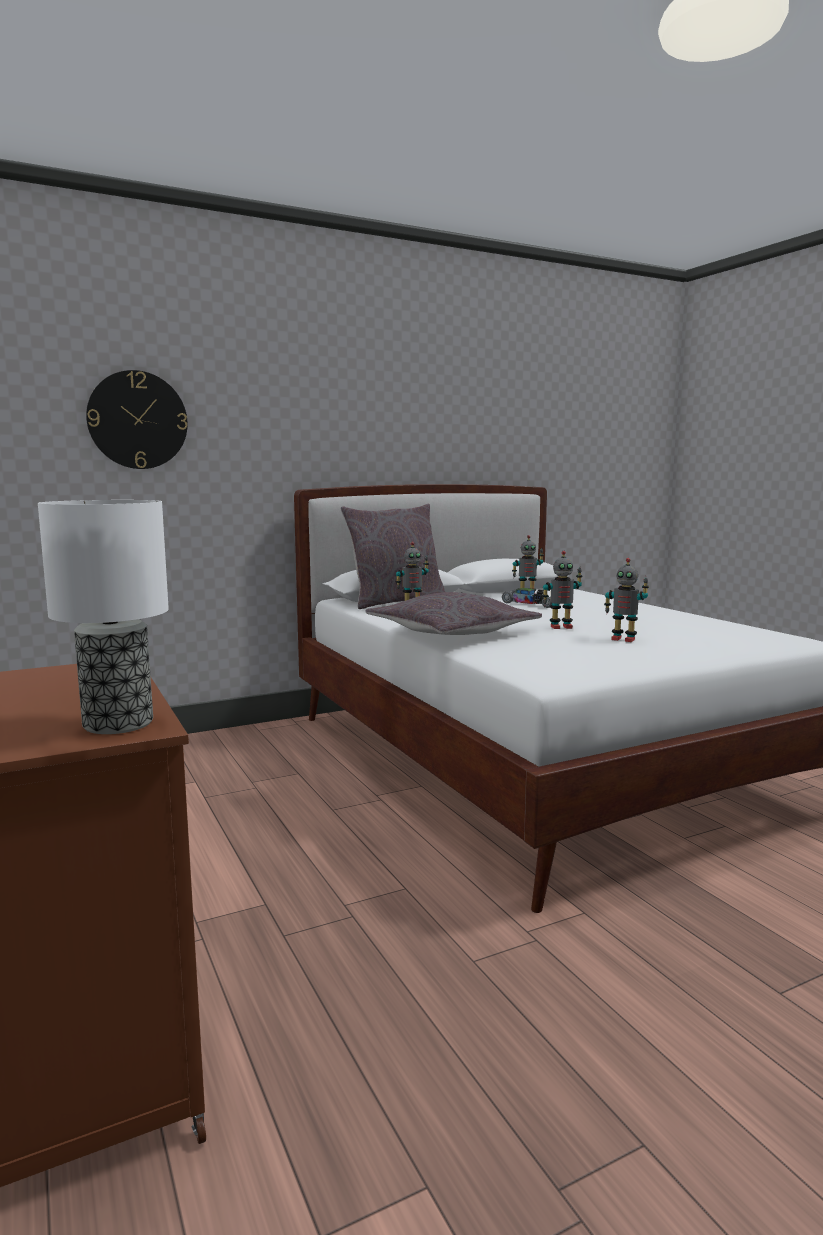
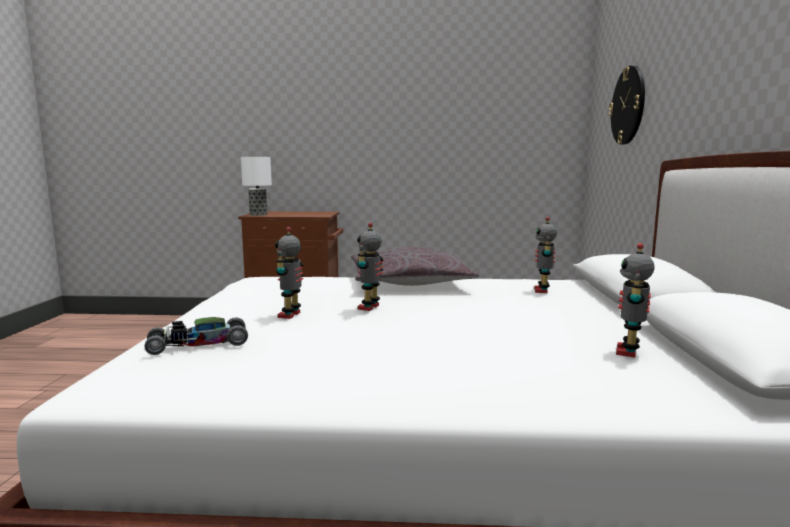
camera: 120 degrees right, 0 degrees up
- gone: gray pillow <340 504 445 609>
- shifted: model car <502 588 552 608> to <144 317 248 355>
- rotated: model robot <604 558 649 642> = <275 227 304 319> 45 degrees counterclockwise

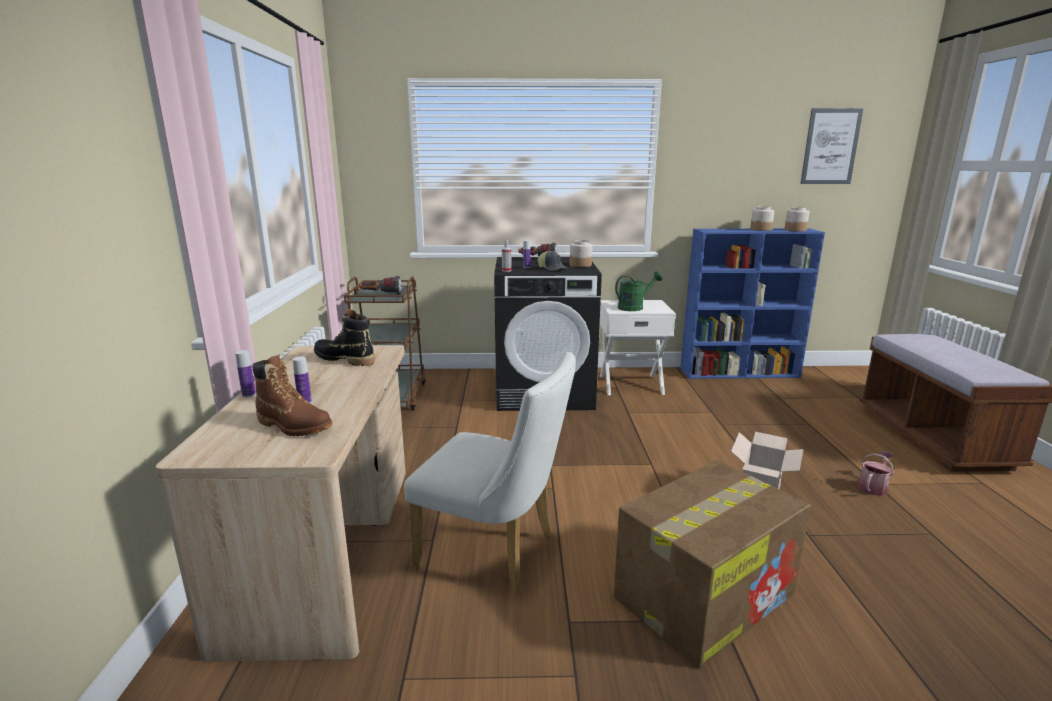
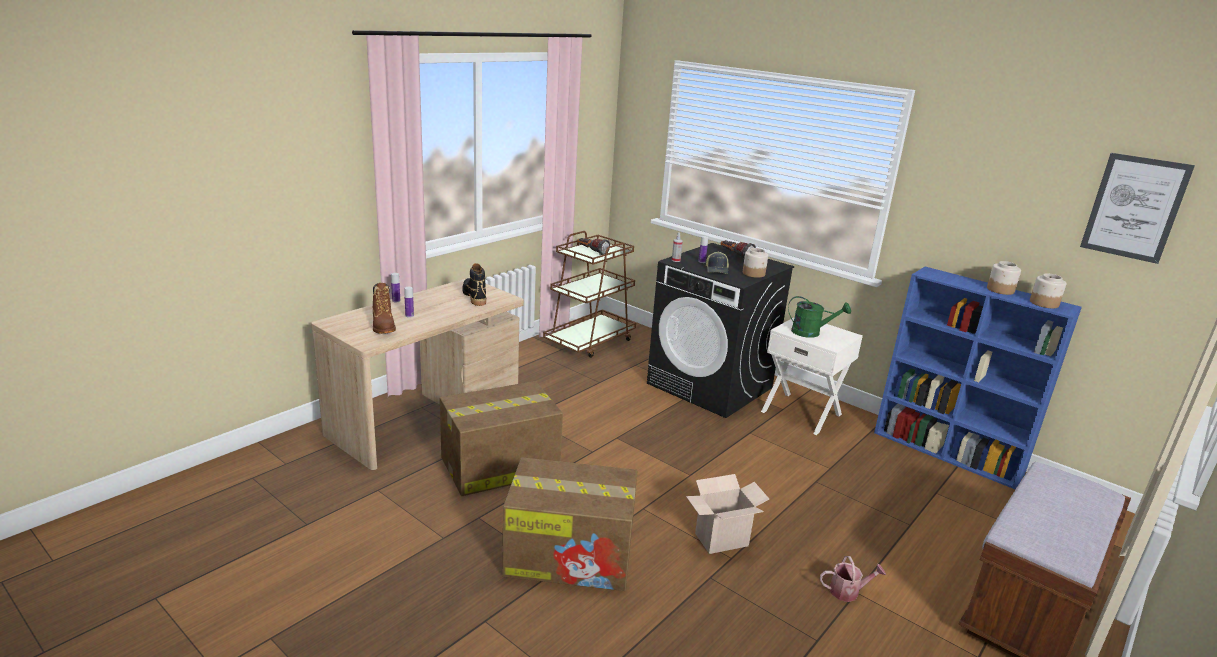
camera: 40 degrees right, 5 degrees up
- swapped: whitish upright chair <404 352 576 594> to carton <440 381 563 496>

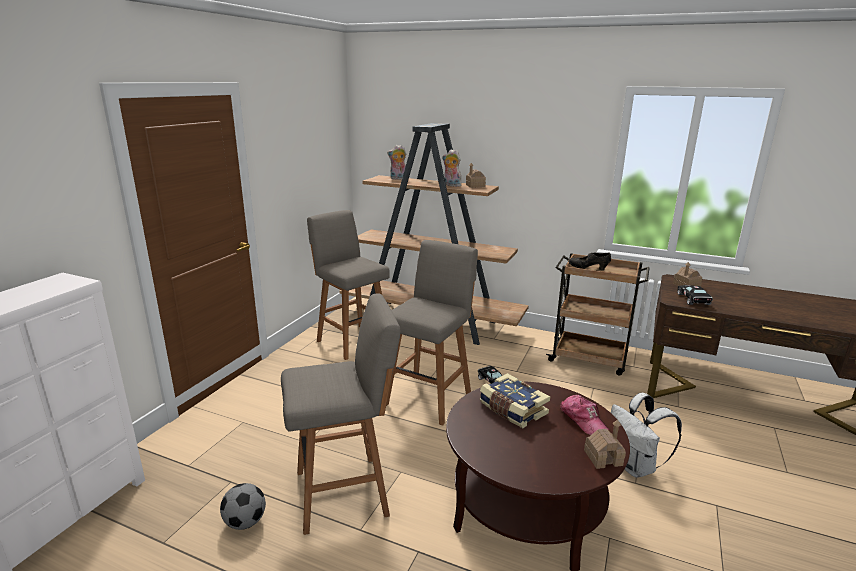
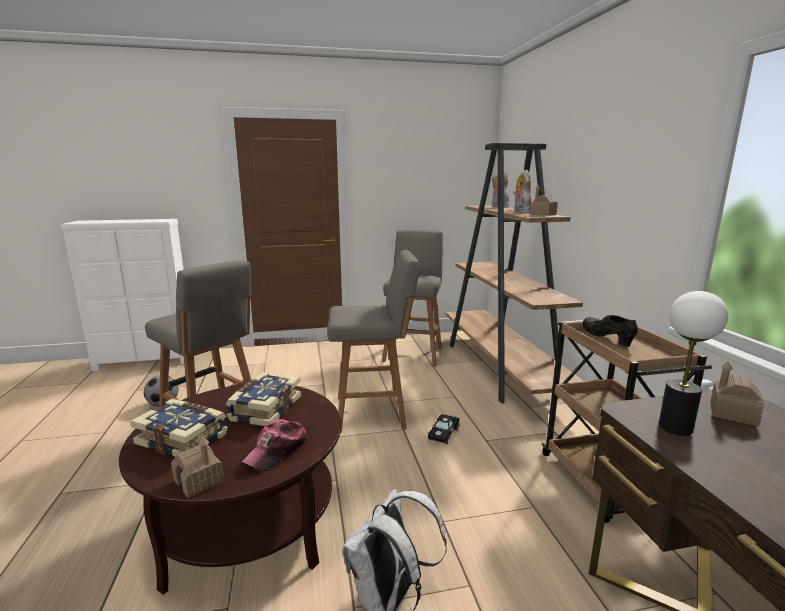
camera: 55 degrees right, 5 degrees down
- swapped: black model car <677 285 713 305> to table lamp <659 291 728 436>
- new: book <130 399 228 457>

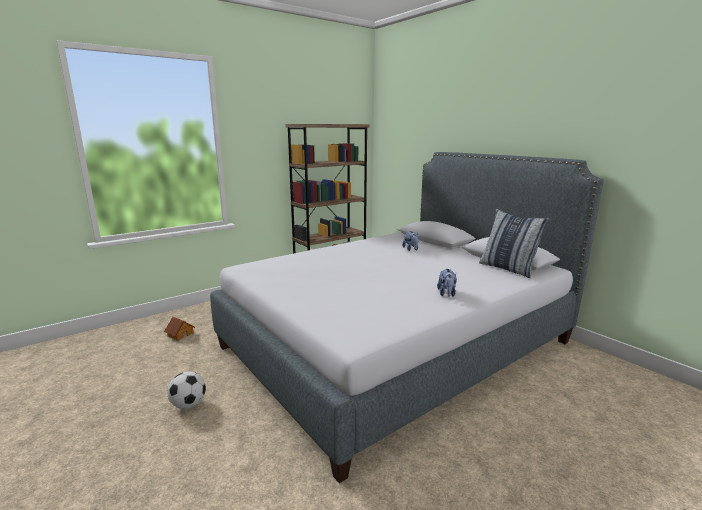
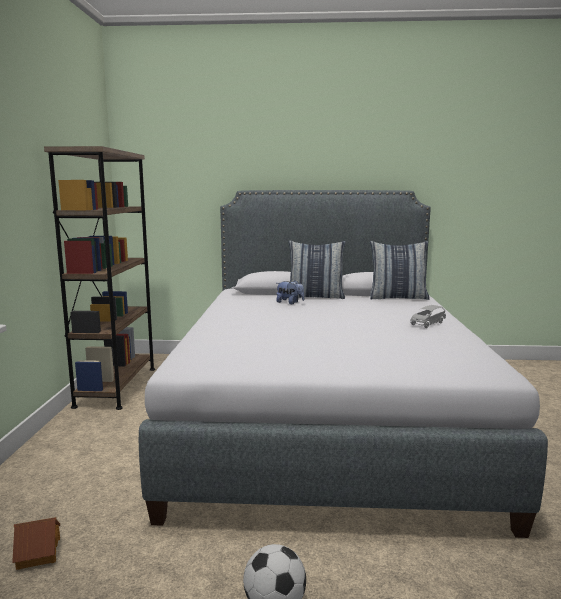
camera: 50 degrees left, 5 degrees down
- swapped: cuddly toy <437 268 457 297> to gray model car <410 305 446 328>
- new: pillow <288 241 346 299>

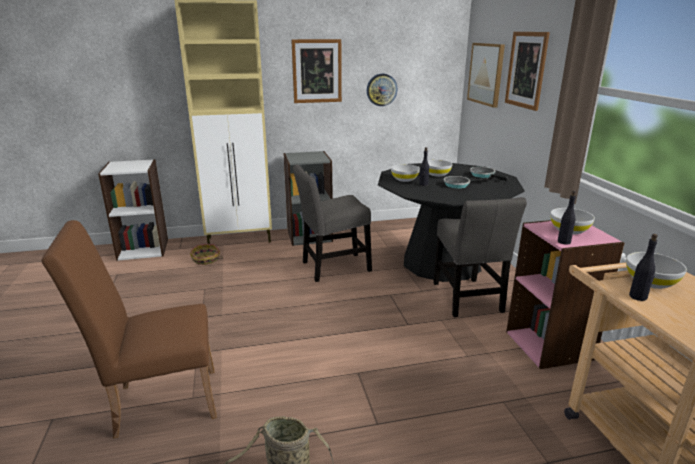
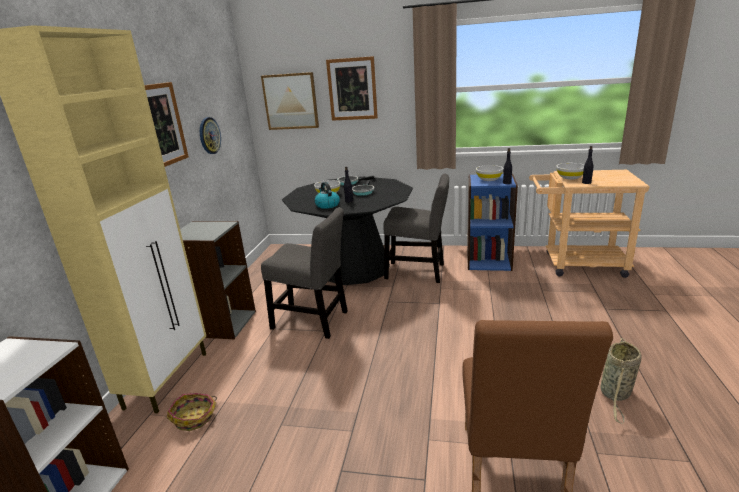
camera: 65 degrees left, 0 degrees up
- rotated: gray upright chair <293 165 372 282> = <261 207 348 339> 75 degrees counterclockwise
- swapped: whitish serving bowl <391 164 420 182> to kettle <315 182 340 209>
- repainted: pink-coloured bookcase <506 220 624 369> to blue-coloured bookcase <467 174 518 271>

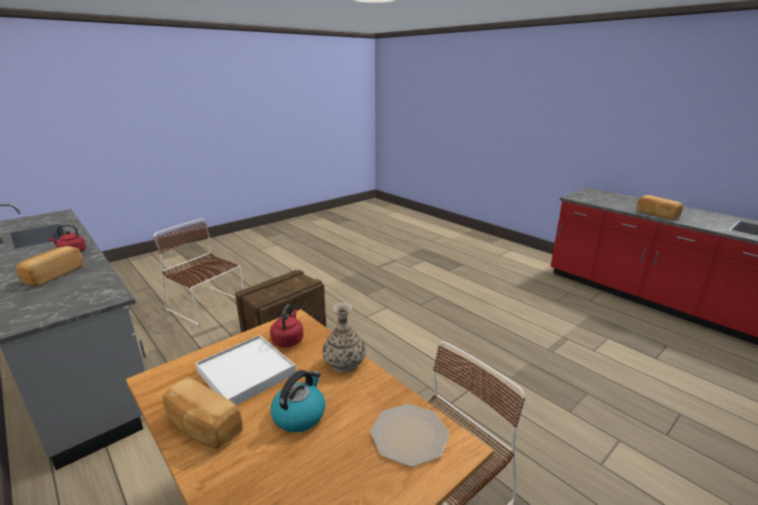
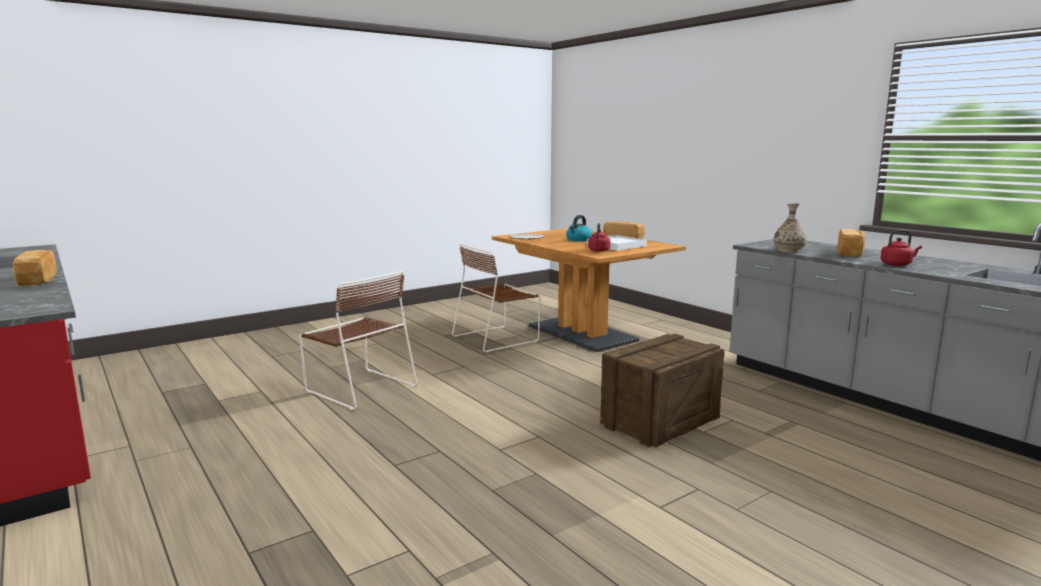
camera: 175 degrees left, 10 degrees down
- shifted: brown upright chair <154 219 244 326> to <299 271 418 410>
- shifted: vase <323 303 366 373> to <773 203 807 252>

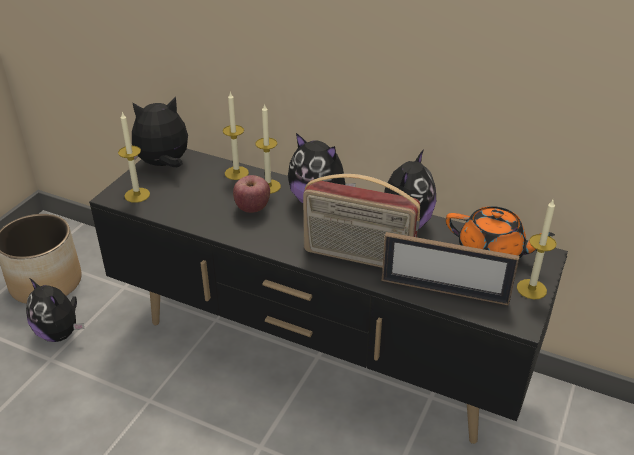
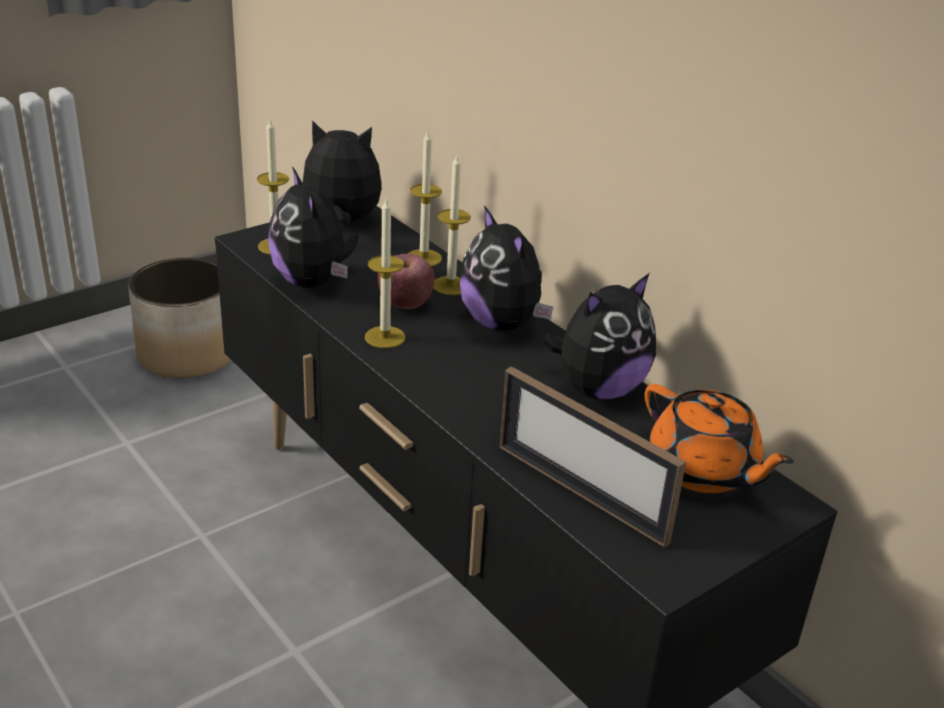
camera: 25 degrees right, 5 degrees down
- shifted: cuddly toy <26 279 85 342> to <268 167 359 288>
- gone: radio receiver <303 174 420 268>
- shifted: candle <517 200 556 299> to <365 197 405 348>

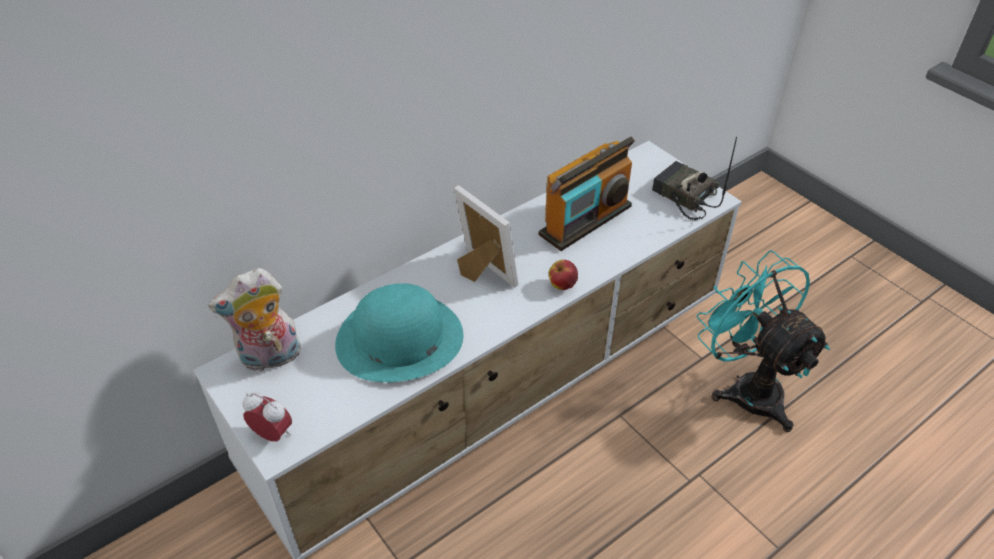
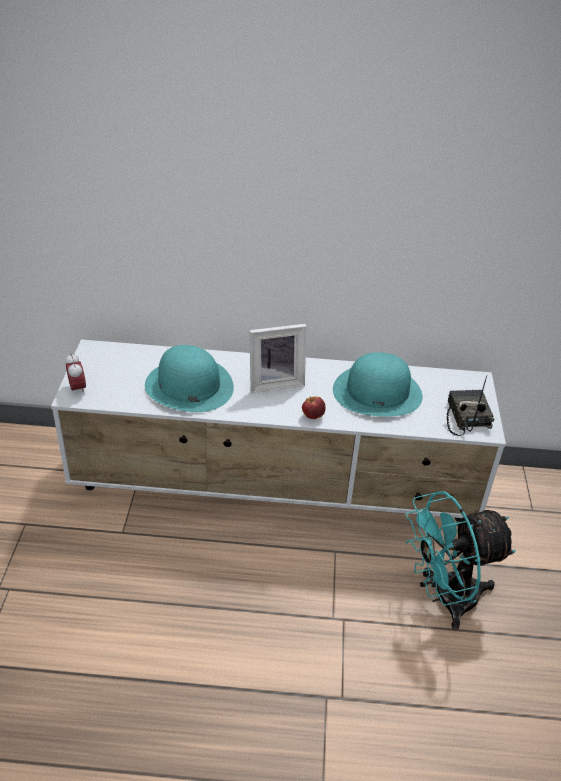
camera: 40 degrees right, 5 degrees down
- gone: cuddly toy <208 268 301 372>
- rotated: standing frame <454 185 519 288> = <249 324 306 393> 75 degrees clockwise
- swapped: radio receiver <539 136 635 251> to turquoise hat <333 352 423 417>
- rotated: turquoise cooling fan <697 250 830 432> = <405 491 516 630> 120 degrees counterclockwise

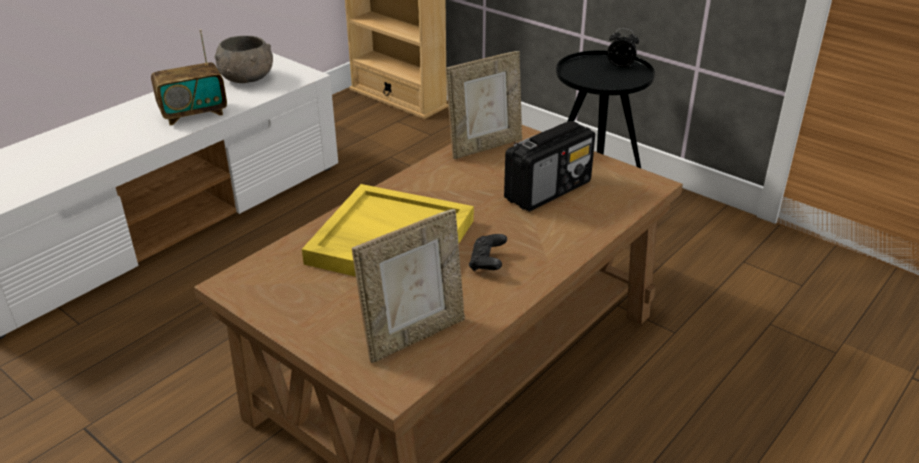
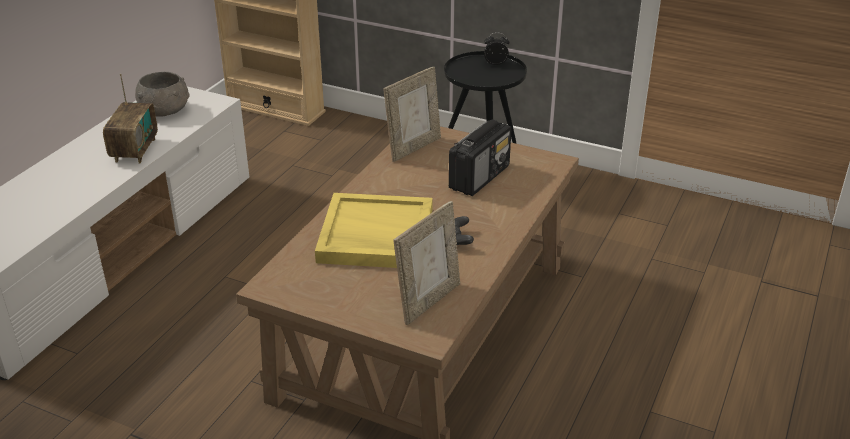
camera: 15 degrees left, 0 degrees up
- rotated: radio receiver <151 29 227 125> = <103 74 158 164> 45 degrees counterclockwise

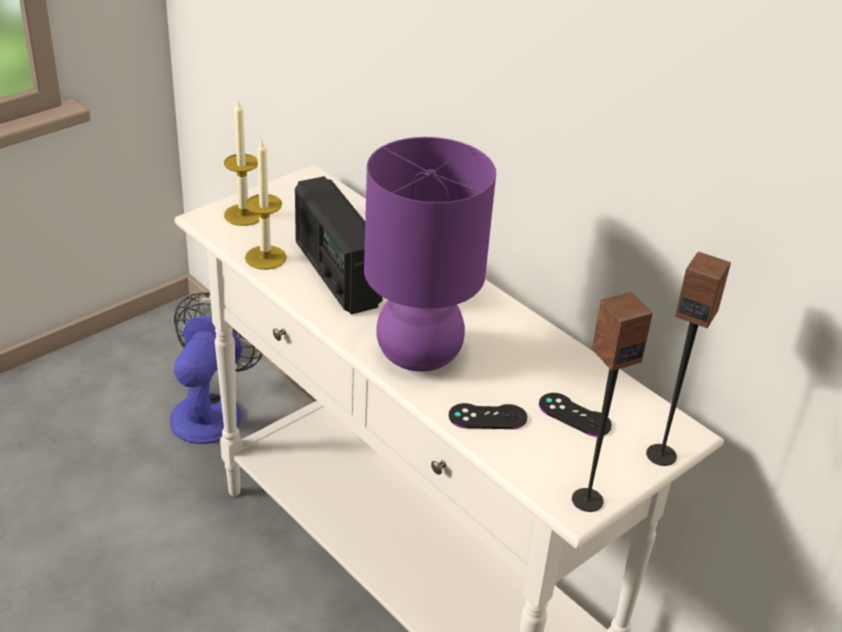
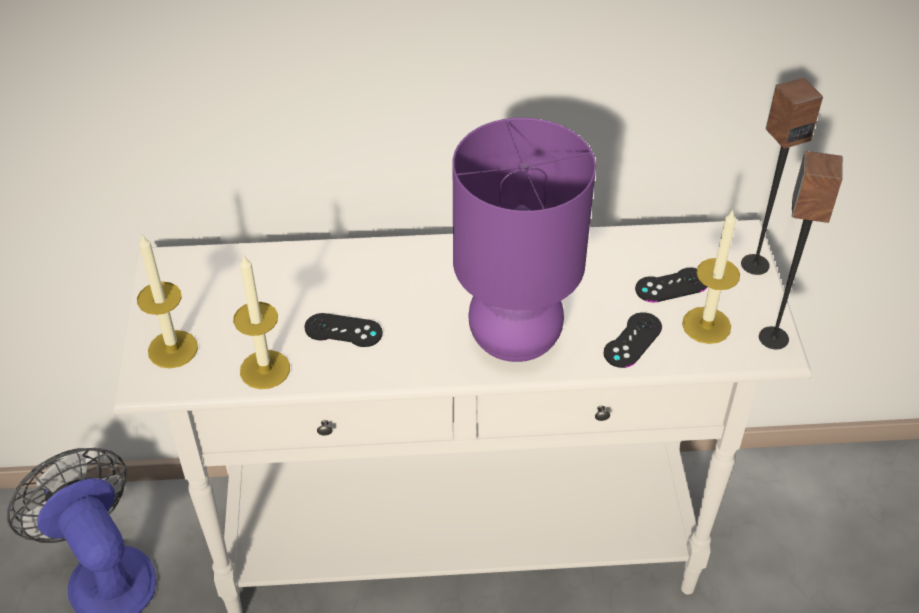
camera: 50 degrees left, 10 degrees up
- swapped: radio receiver <295 176 383 314> to black joypad <304 313 383 347>
- new: candle <682 209 740 344>

